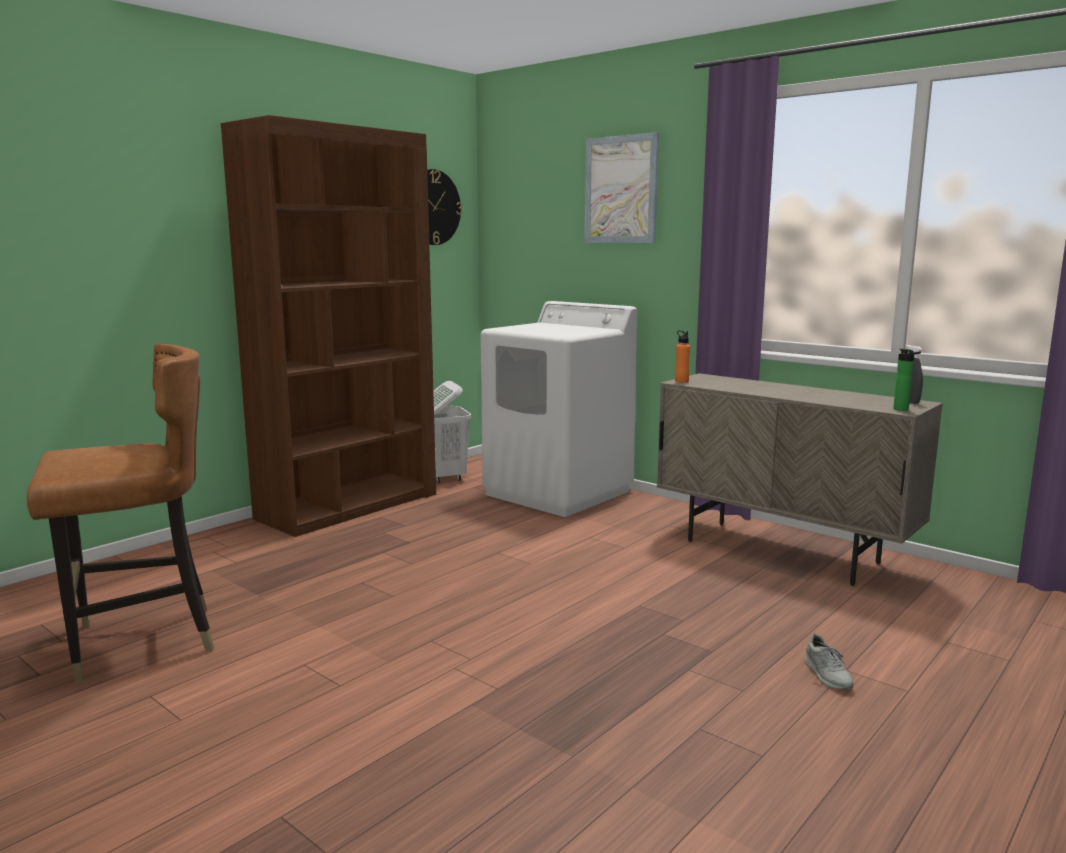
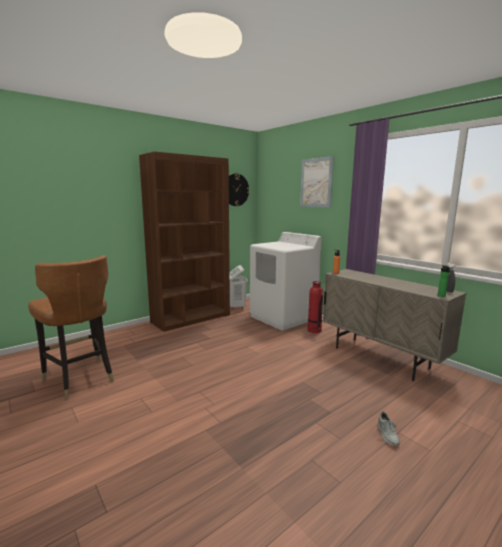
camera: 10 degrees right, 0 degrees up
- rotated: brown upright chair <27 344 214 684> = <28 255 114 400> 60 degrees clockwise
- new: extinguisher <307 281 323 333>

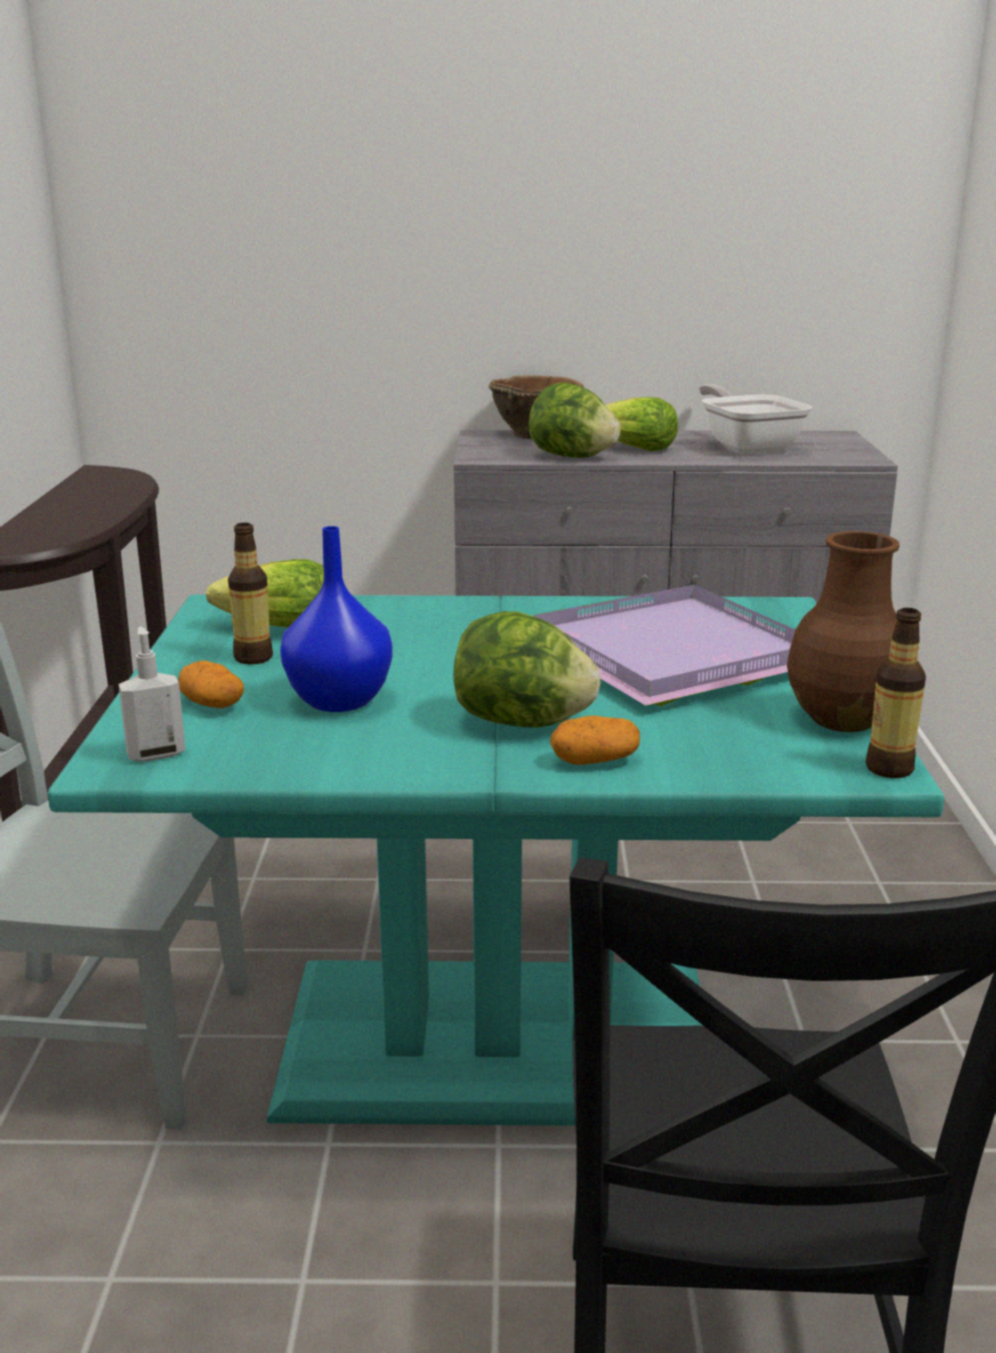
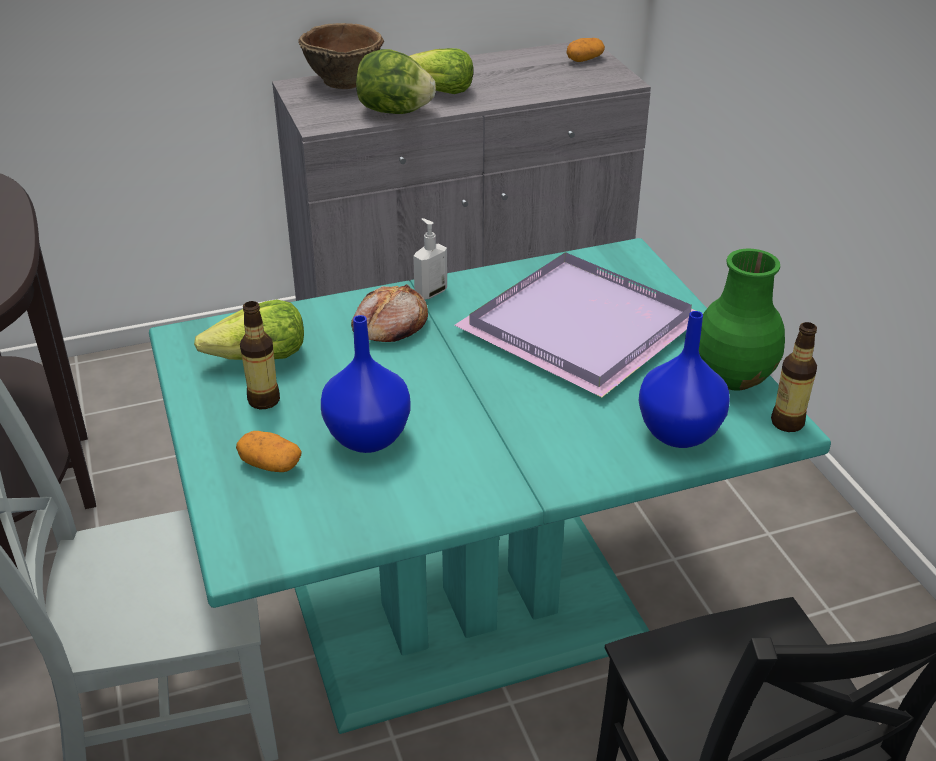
camera: 20 degrees left, 15 degrees up
- shifted: soap dispenser <118 627 186 762> to <413 218 447 300>
- gone: head of lettuce <453 611 601 728>
- shifted: whole potato <550 715 640 765> to <567 38 605 62>
- gone: pan <699 384 812 454>
- repainted: brown vase <787 531 899 732> to greenish vase <699 249 785 390>
- new: baked bread <351 284 428 342>
- new: blue-coloured vase <639 311 730 448>

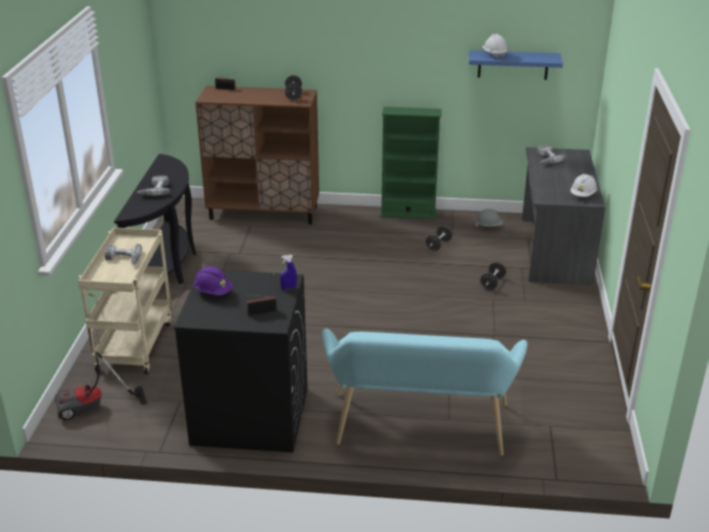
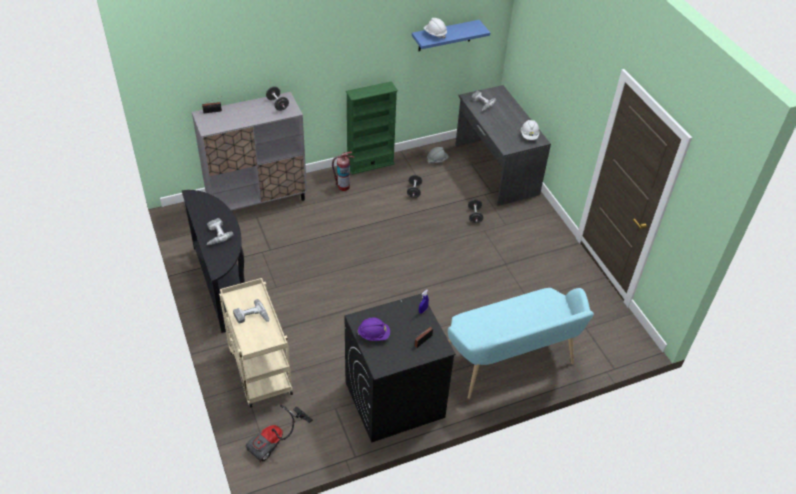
camera: 30 degrees left, 15 degrees up
- repainted: brown cabinet <195 86 319 225> to gray cabinet <192 92 307 211>
- new: extinguisher <332 152 354 191>

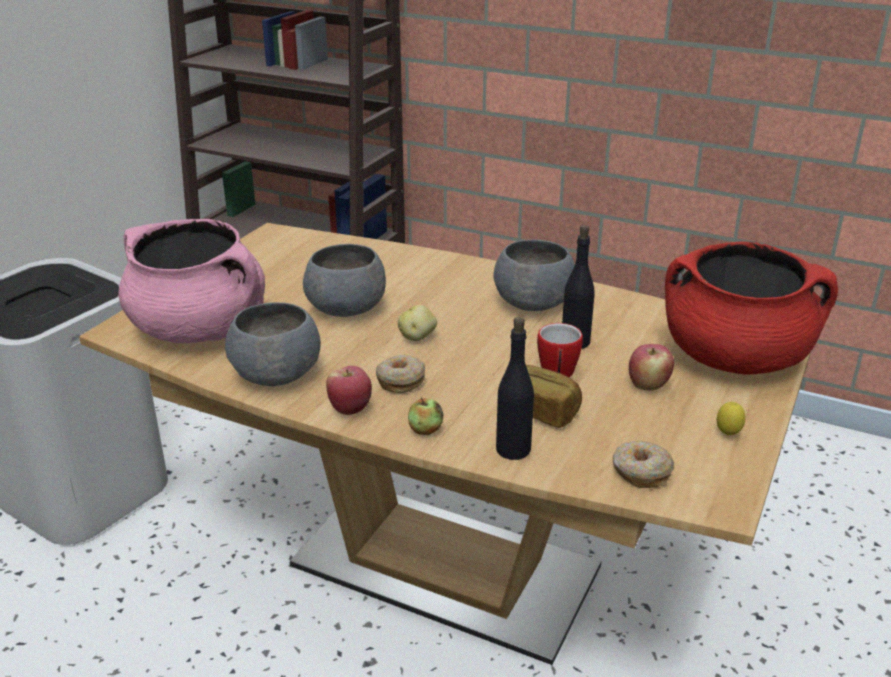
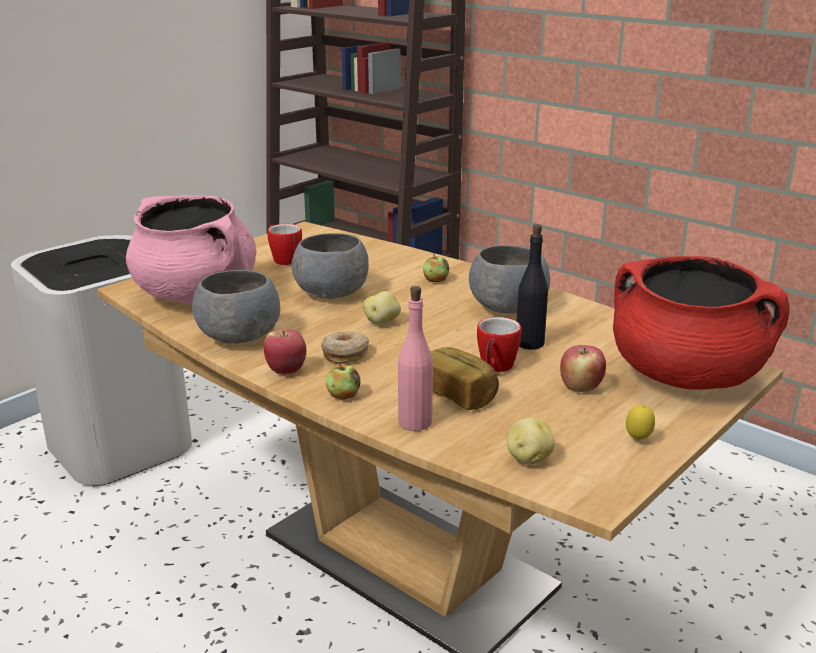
camera: 15 degrees right, 5 degrees down
- repainted: black beverage bottle <496 317 534 460> to pink-coloured beverage bottle <398 286 433 431>
- swapped: ring doughnut <613 440 674 488> to whole potato <507 418 554 465>
- new: mug <267 224 302 265>
- new: apple <423 254 449 282>

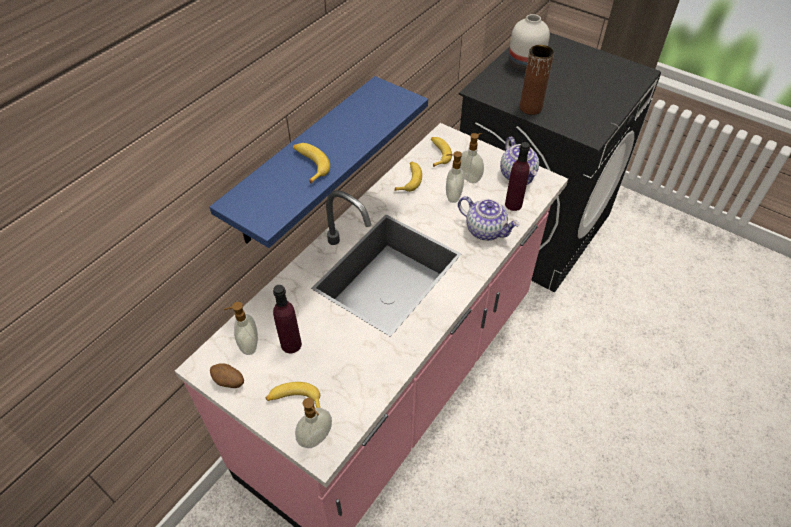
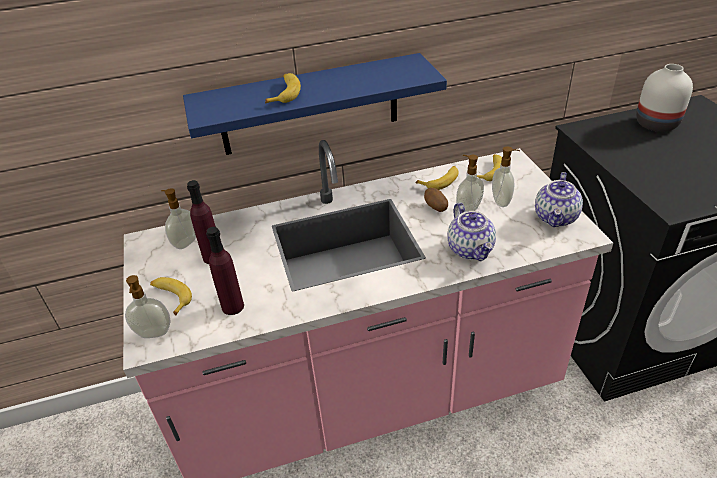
camera: 40 degrees right, 10 degrees down
- shifted: whole potato <210 363 244 388> to <424 188 448 212>
- shifted: purple-coloured beverage bottle <505 142 530 211> to <206 227 244 315>
- gone: brown vase <520 45 554 115>

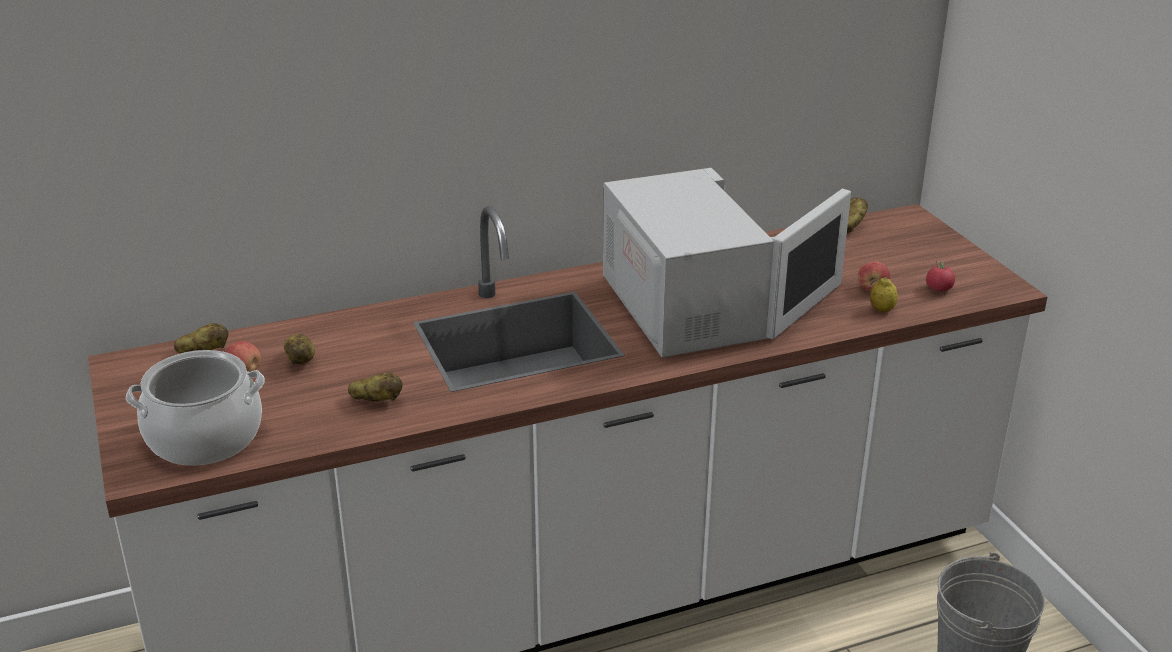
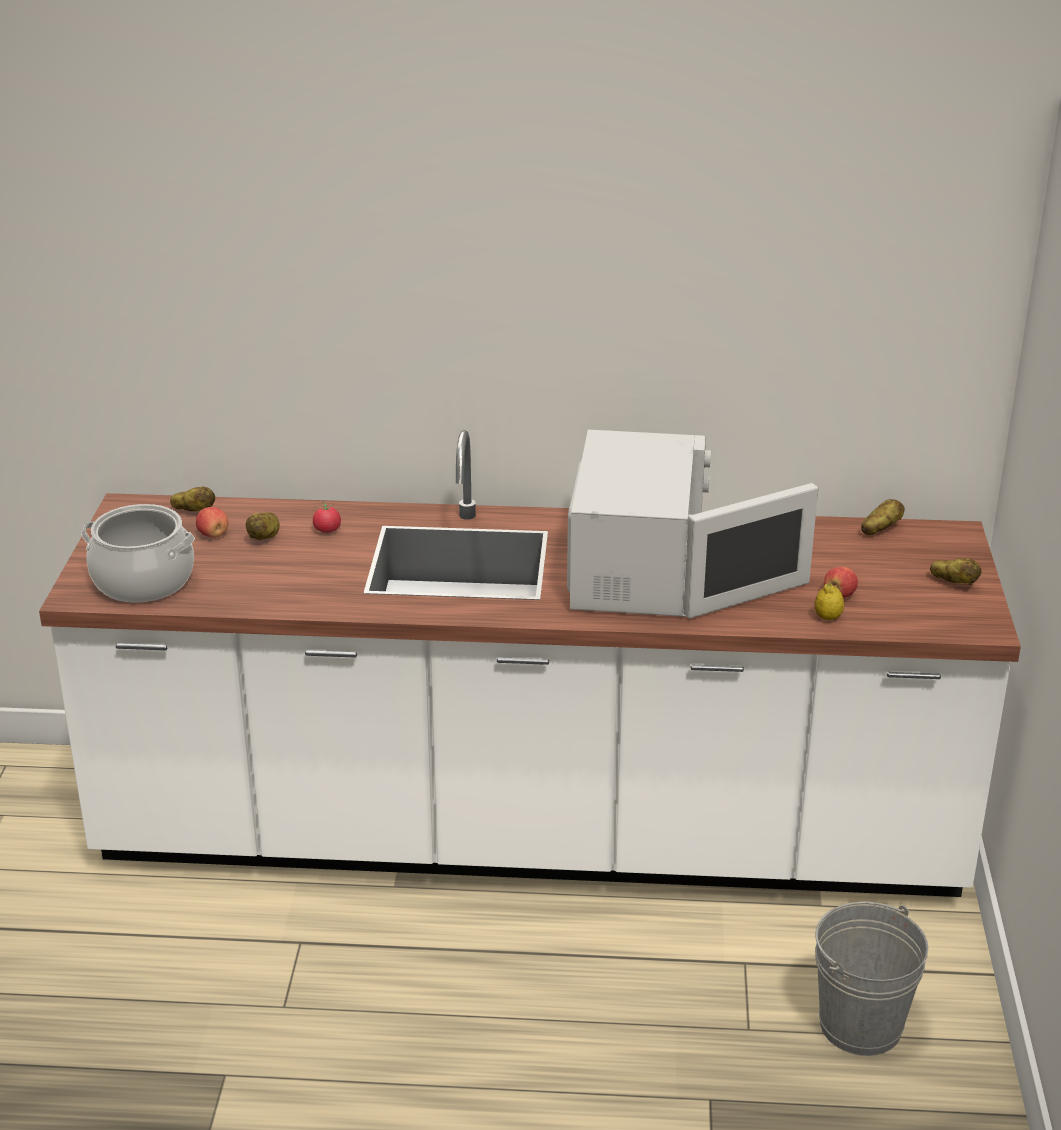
camera: 25 degrees right, 0 degrees up
- shifted: whole potato <348 372 403 401> to <930 558 982 585>
- shifted: whole tomato <926 261 955 291> to <313 501 341 533>

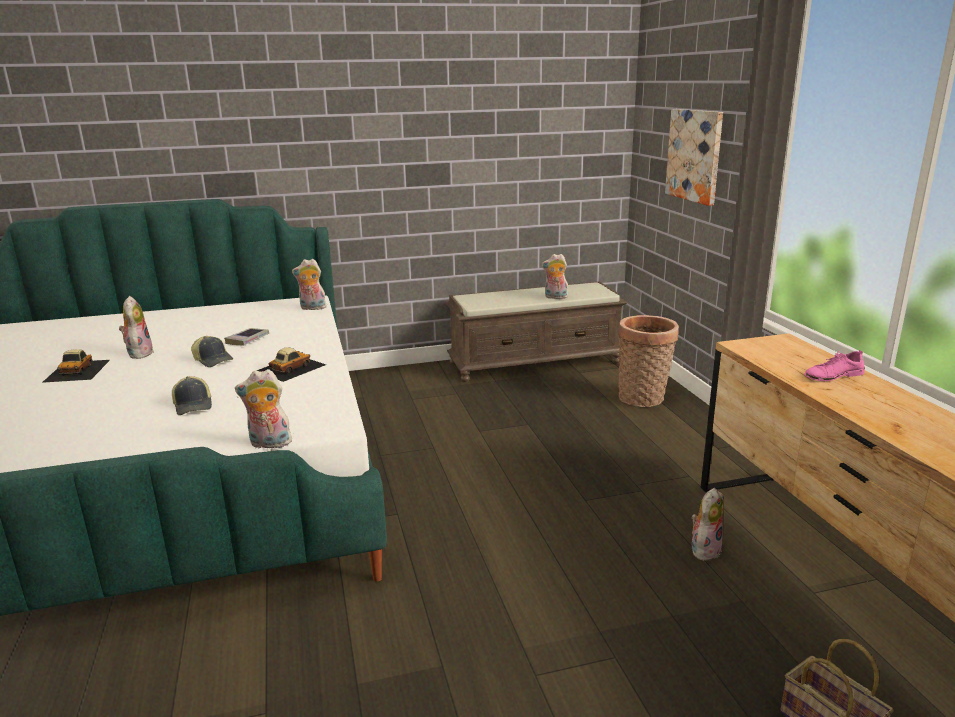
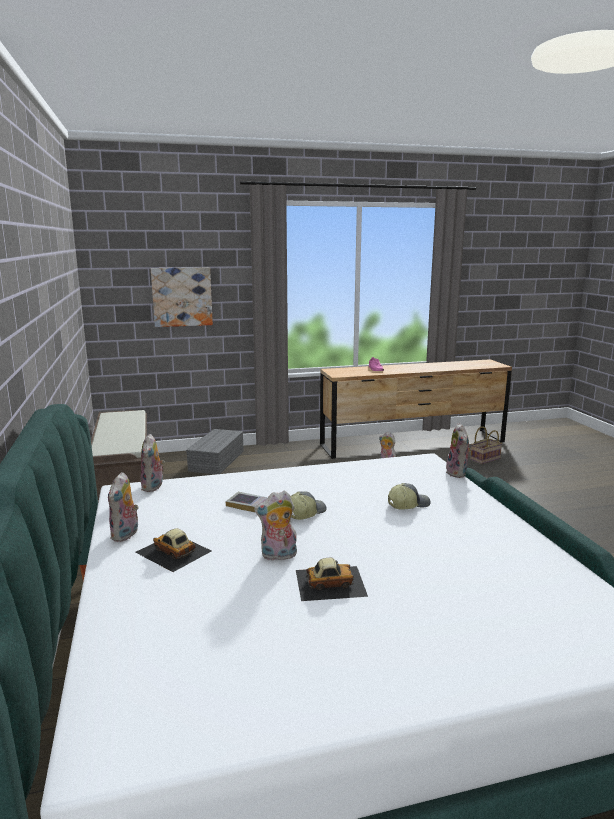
camera: 90 degrees left, 5 degrees down
- shifted: model car <257 347 326 382> to <135 528 211 572>
- shifted: cuddly toy <541 254 568 299> to <108 472 139 542>
- swapped: storage basket <618 315 679 407> to gray storage bin <186 429 243 474>

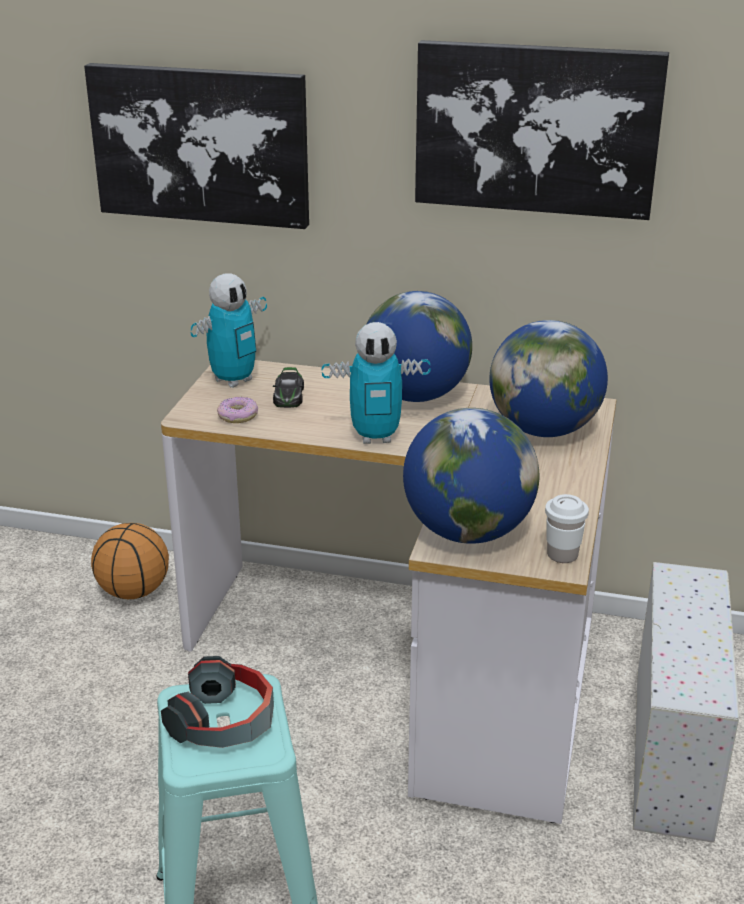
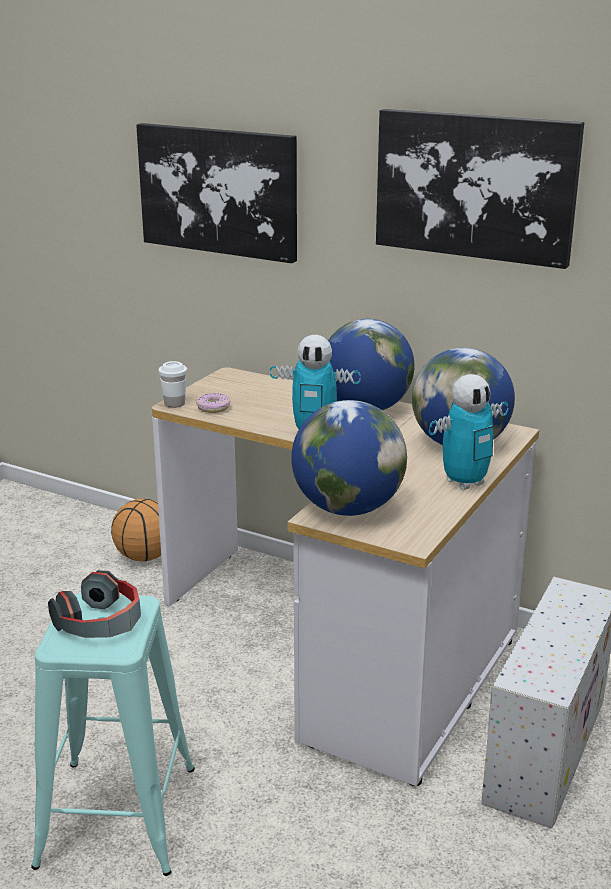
camera: 15 degrees right, 5 degrees down
- shifted: model robot <191 274 267 388> to <429 374 508 490>
- gone: model car <273 367 304 408>
- shifted: whitish drinking cup <545 494 589 563> to <158 361 187 408>

